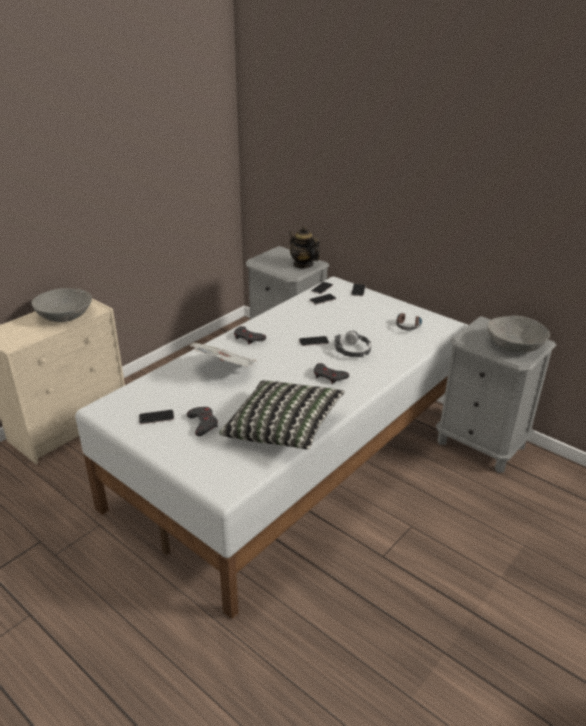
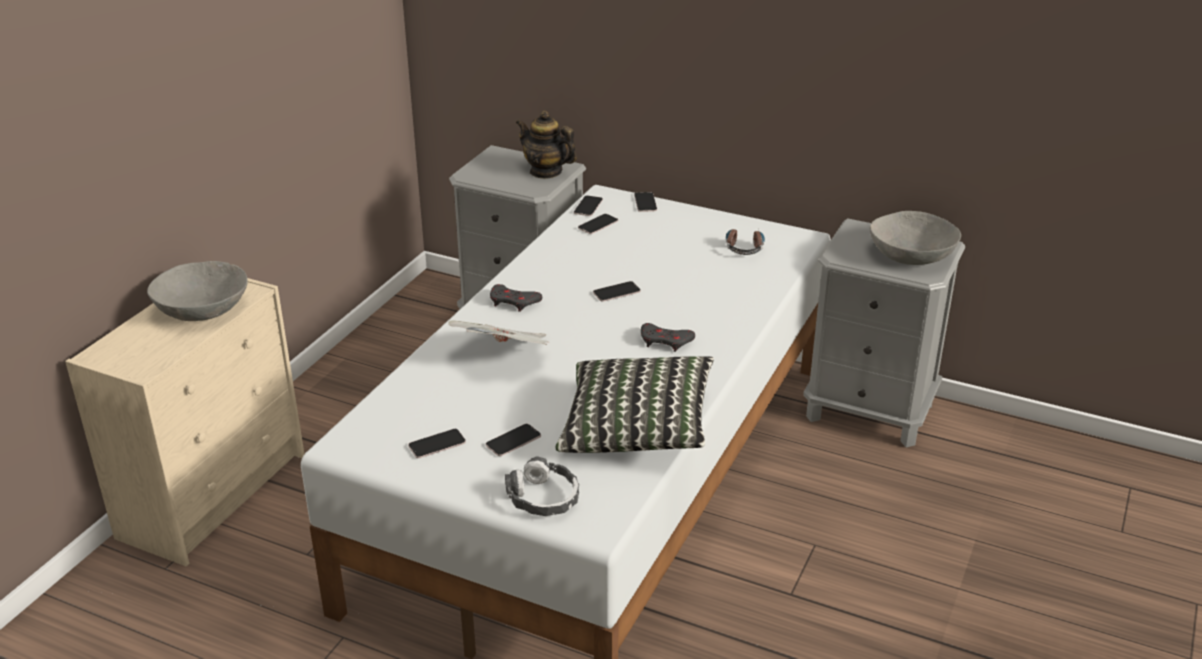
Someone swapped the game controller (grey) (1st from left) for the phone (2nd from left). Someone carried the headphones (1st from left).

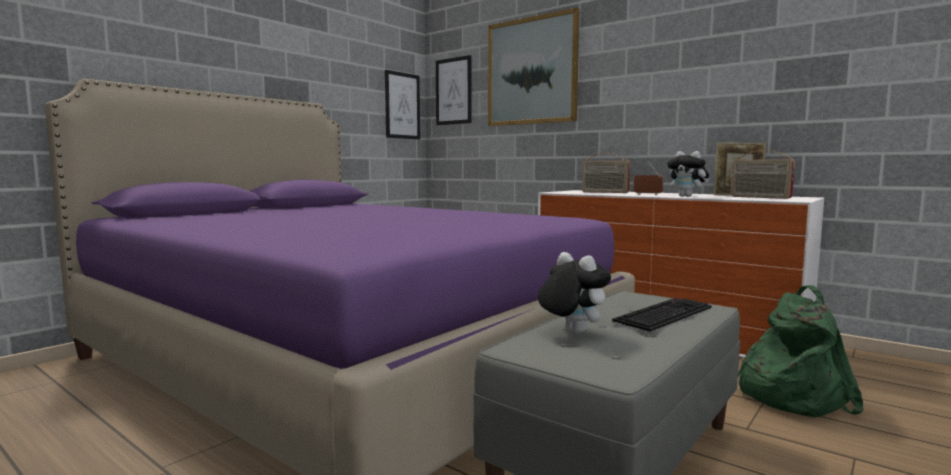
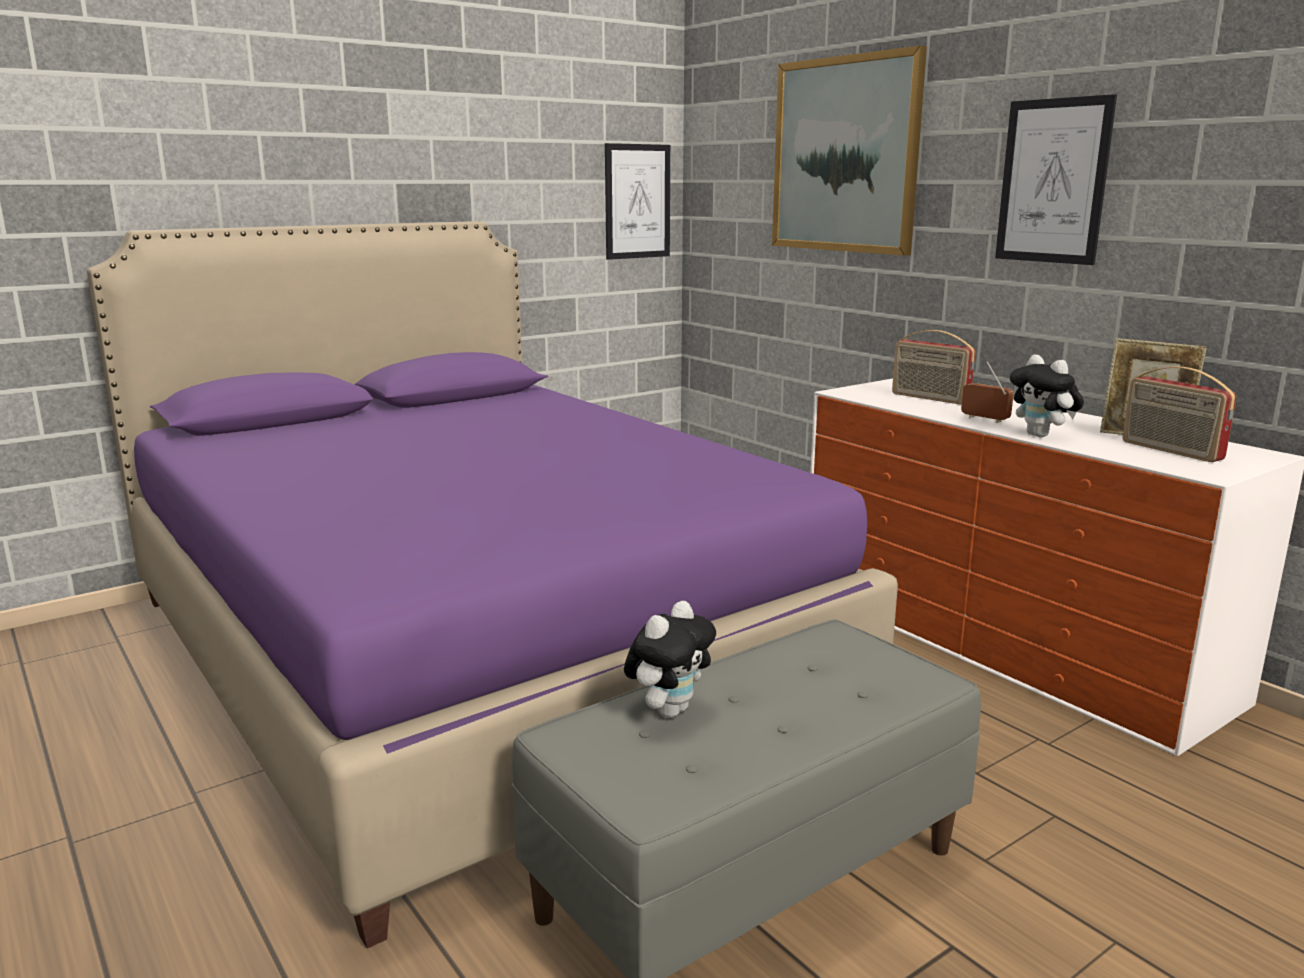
Someone rotated the plush toy (1st from left) by 60 degrees clockwise. Someone carried the picture (2nd from left in the first image). Someone took away the keyboard. Someone took away the backpack (green).

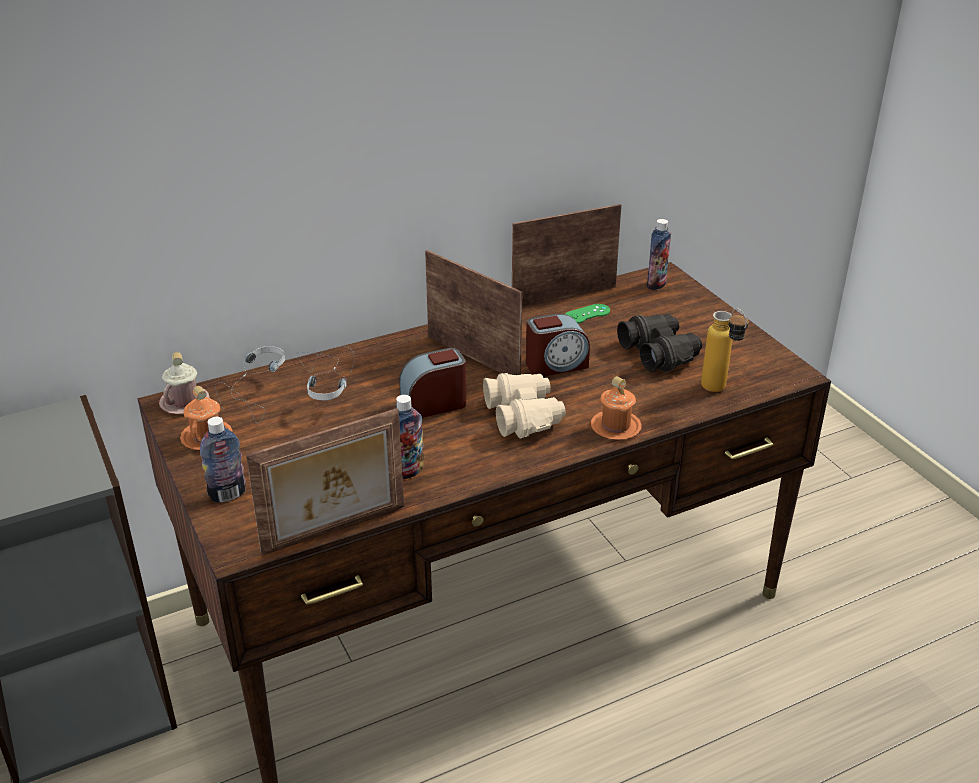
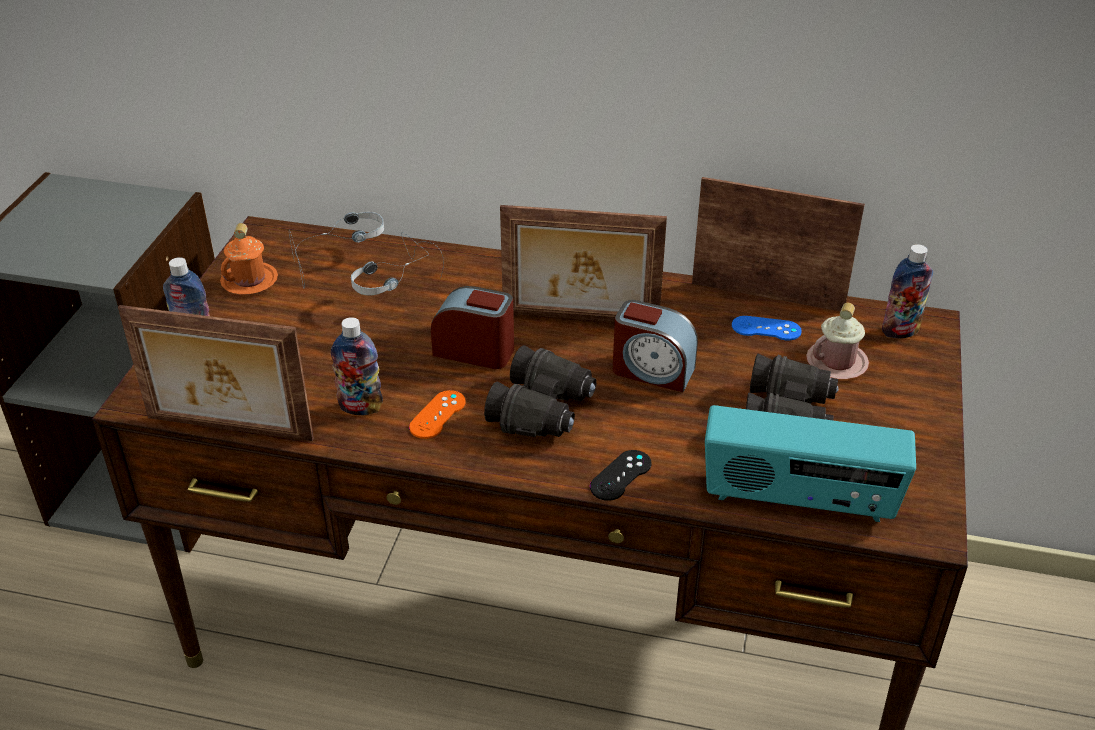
Someone put down the game controller (orange). Someone repainted the binoculars (beige), which became the binoculars (black) (1st from left). Someone rotated the picture frame (2nd from left) by 105 degrees clockwise. Someone swapped the mug (orange) (2nd from left) for the game controller (black). Someone swapped the bottle (4th from left) for the radio. Someone repainted the game controller (green), which became the game controller (blue). Someone carried the mug (pink).

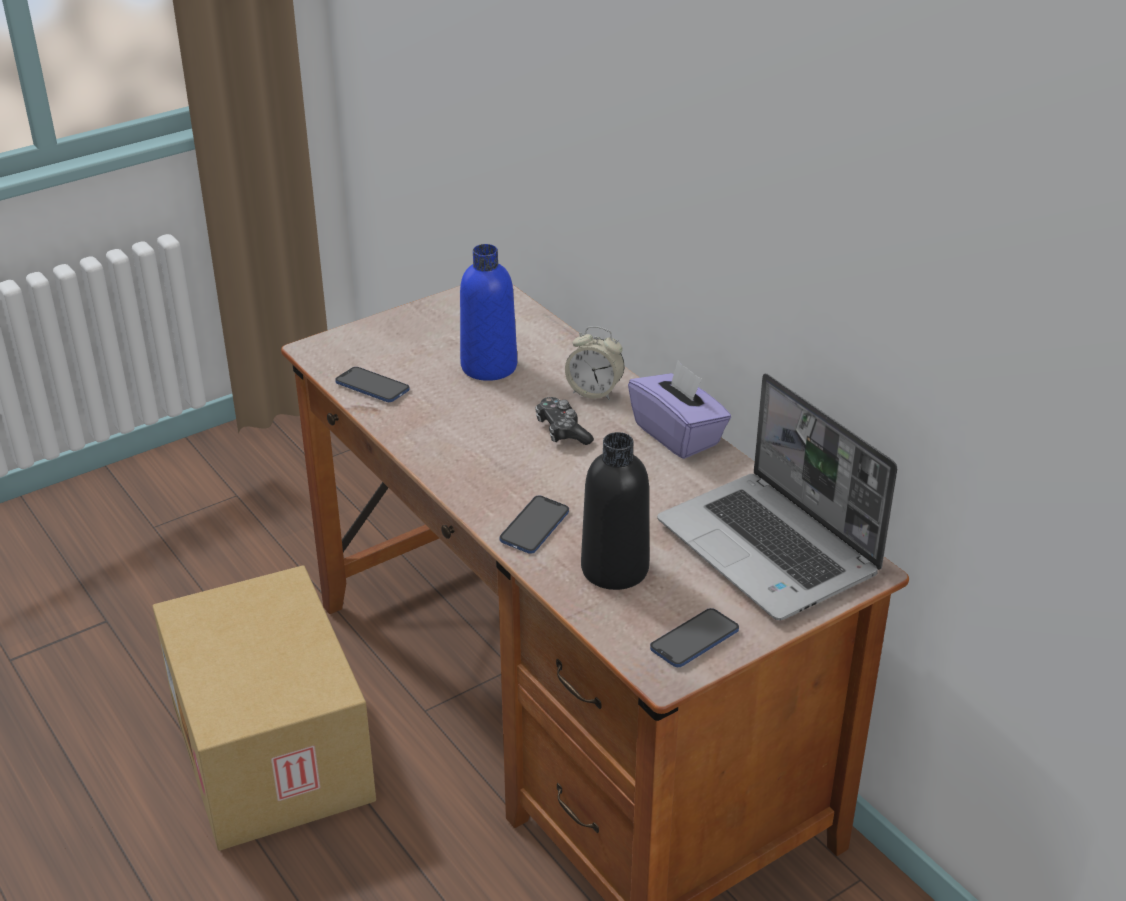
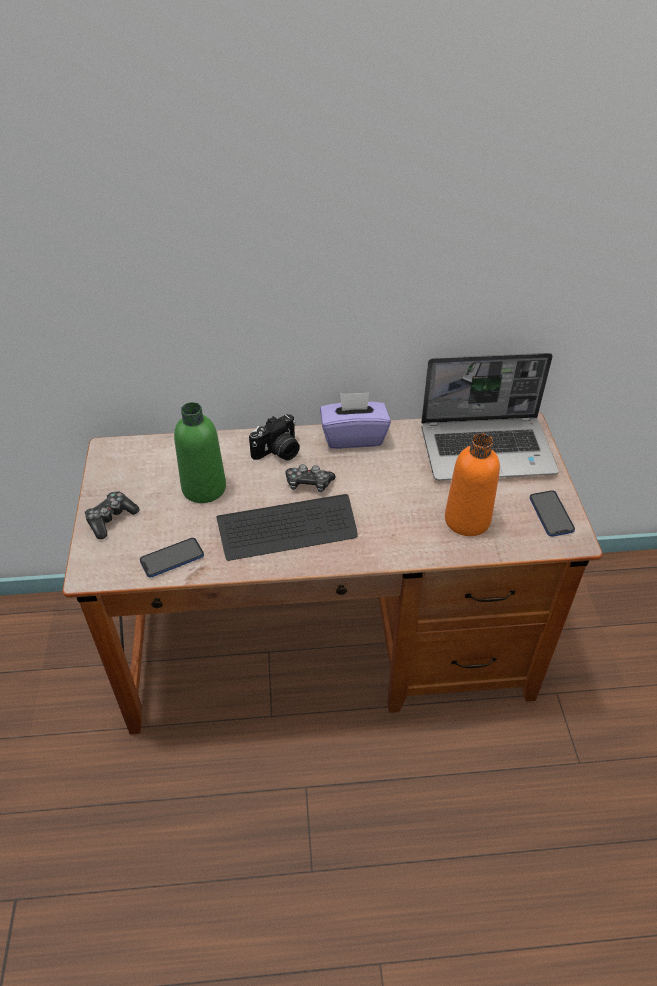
Someone put down the game controller (1st from left). Someone repainted the bottle (blue), which became the bottle (green). Someone put down the keyboard. Someone swapped the alarm clock for the photo camera. Someone repainted the bottle (black), which became the bottle (orange). Someone took away the cardboard box. Someone took away the phone (2nd from left).

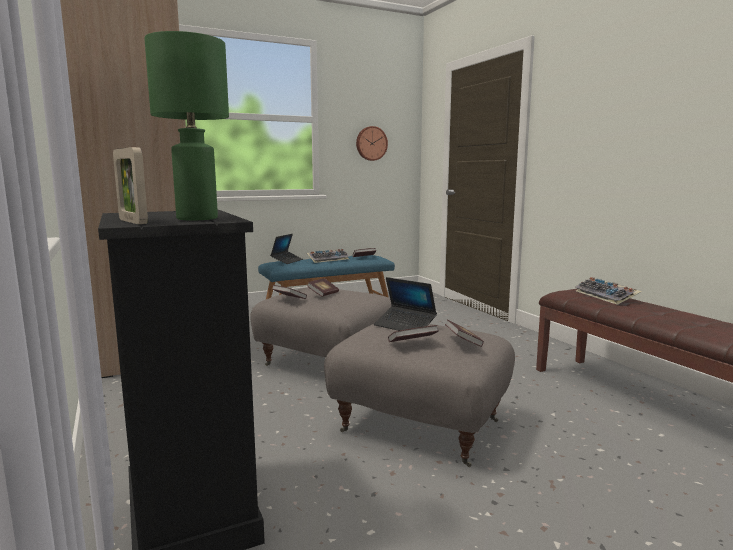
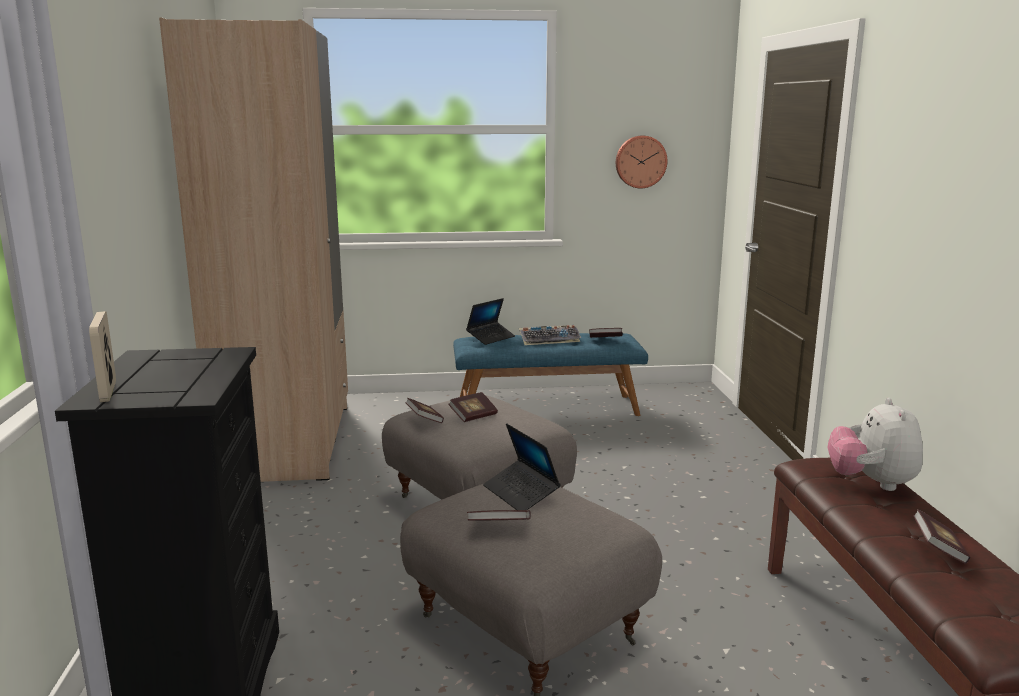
Someone swapped the keyboard (2nd from left) for the plush toy. Someone carried the book (5th from left). Someone took away the table lamp (green).

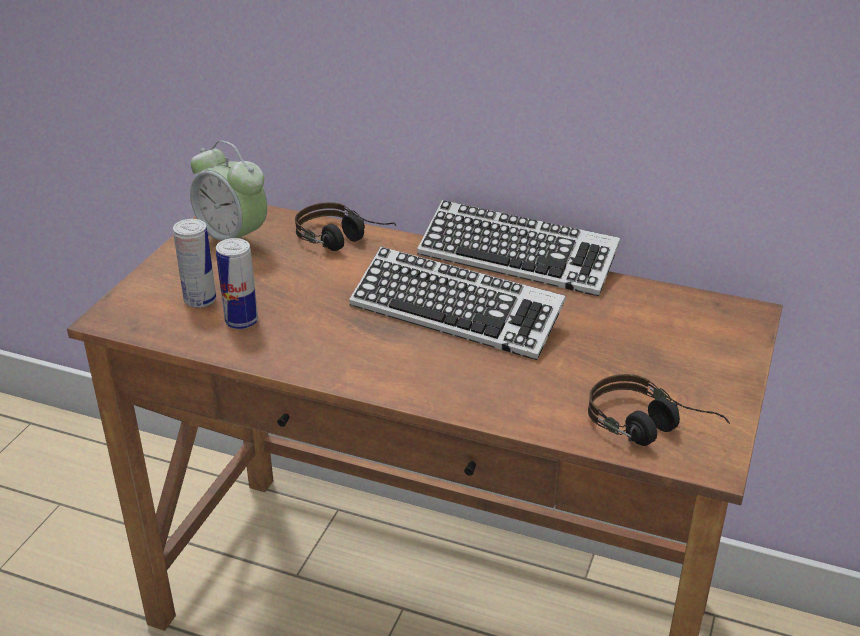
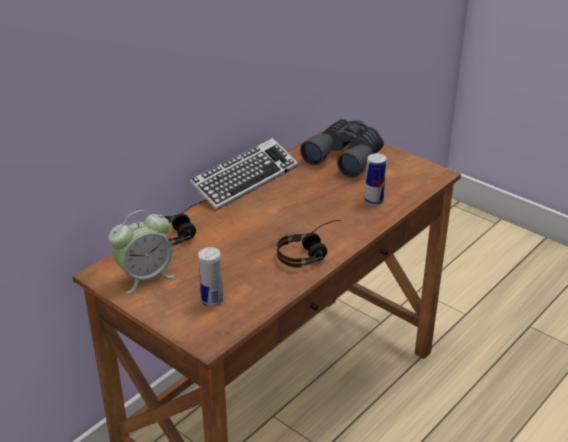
Someone carried the headphones (2nd from left). Someone put down the binoculars (grey). Someone carried the can (2nd from left). Someone took away the keyboard (1st from left).

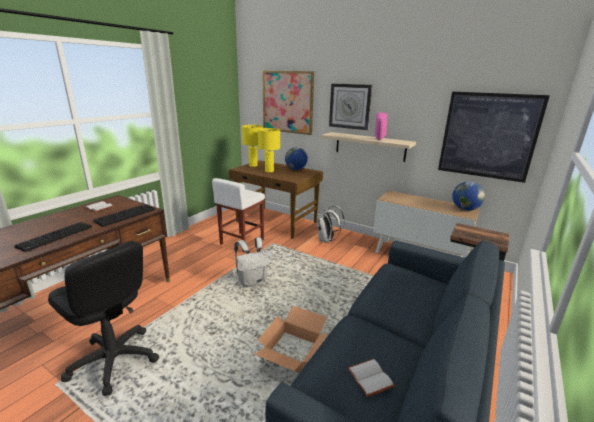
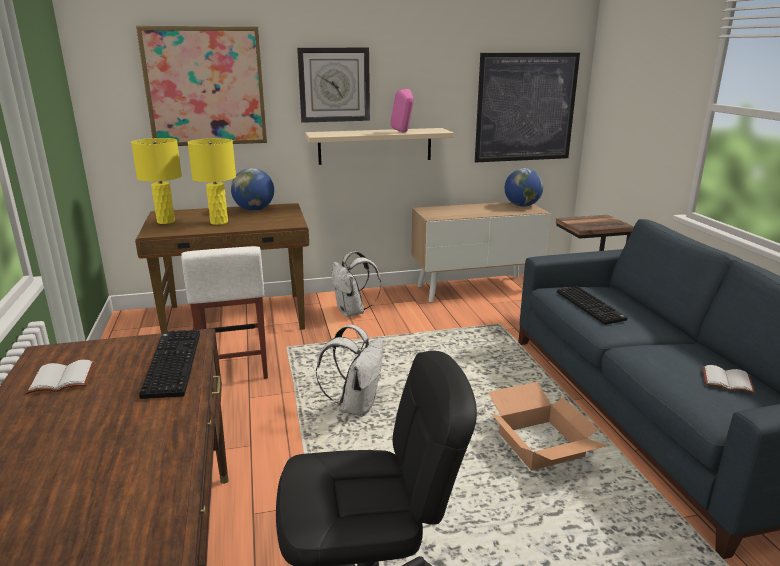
Someone carried the keyboard (1st from left in the first image).

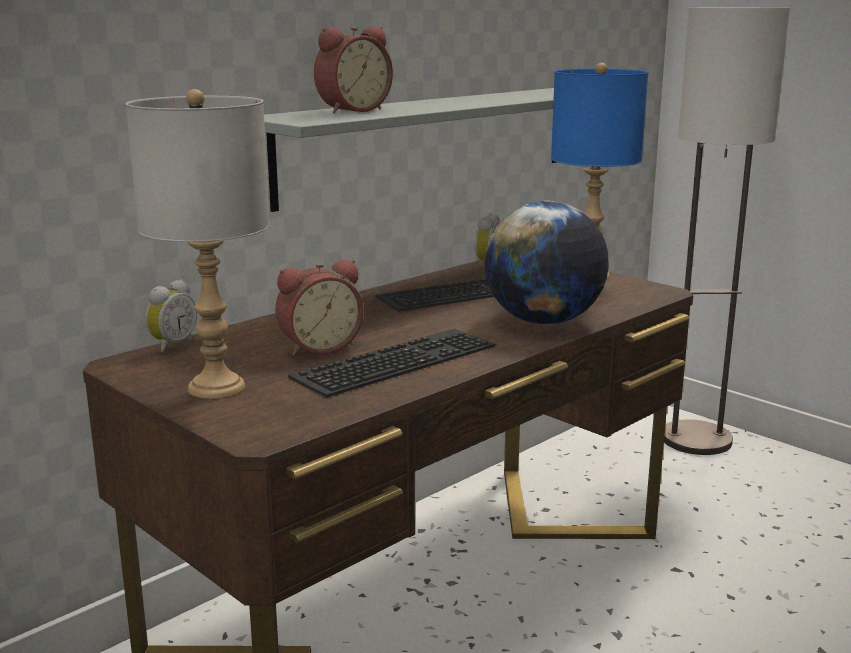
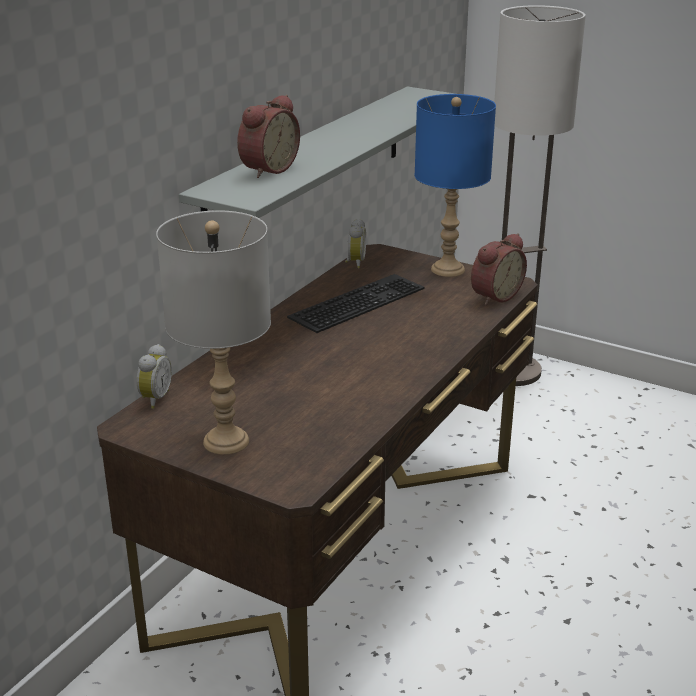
Someone carried the alarm clock (2nd from left in the first image). Someone took away the keyboard (1st from left). Someone took away the globe.

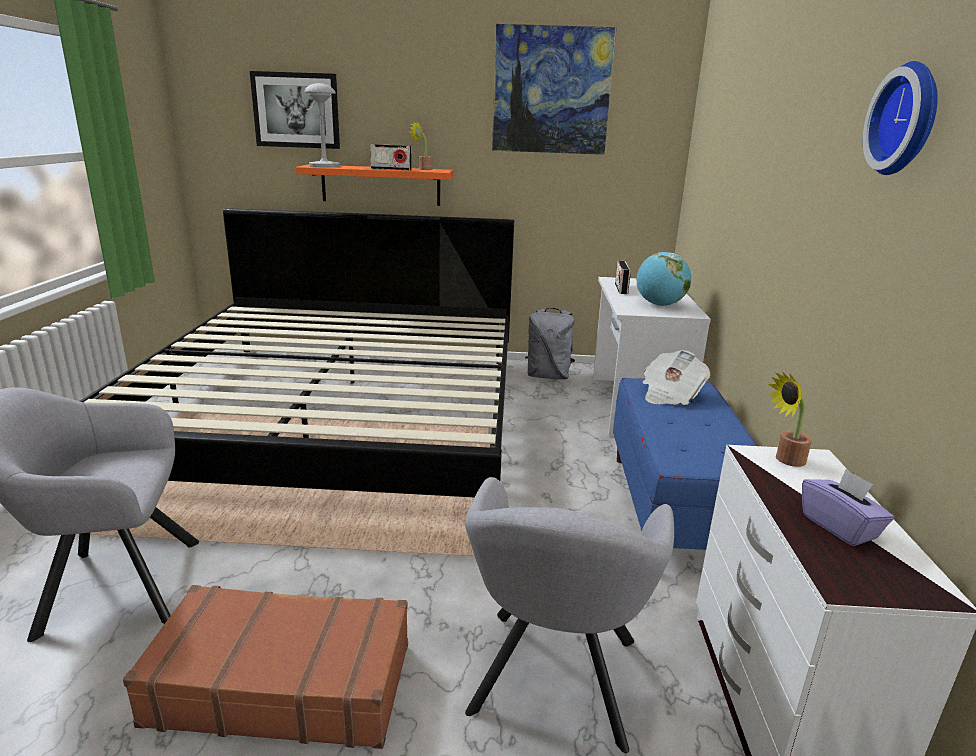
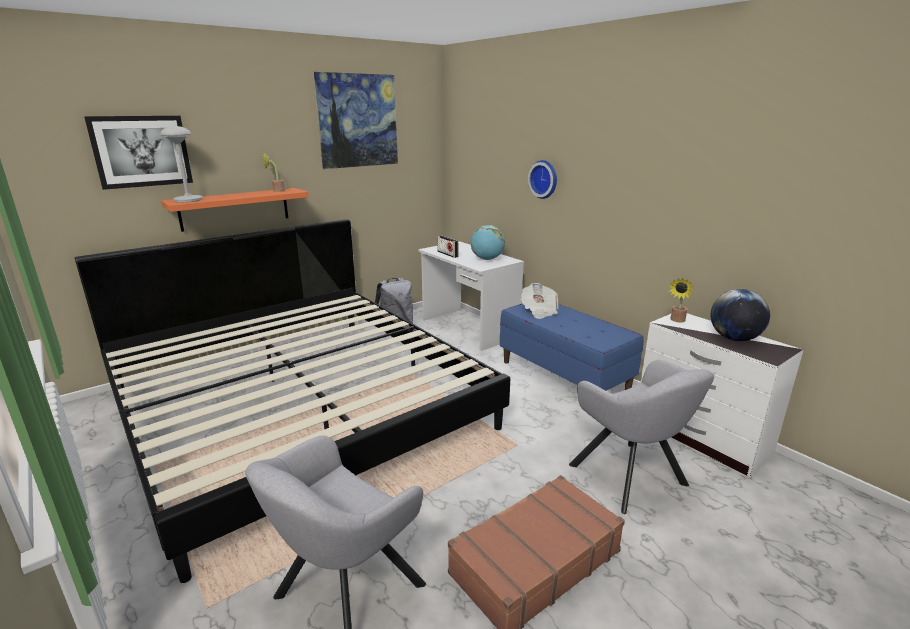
Someone carried the wall clock. Someone swapped the tissue box (purple) for the globe (2nd from left). Someone took away the radio (1st from left).

